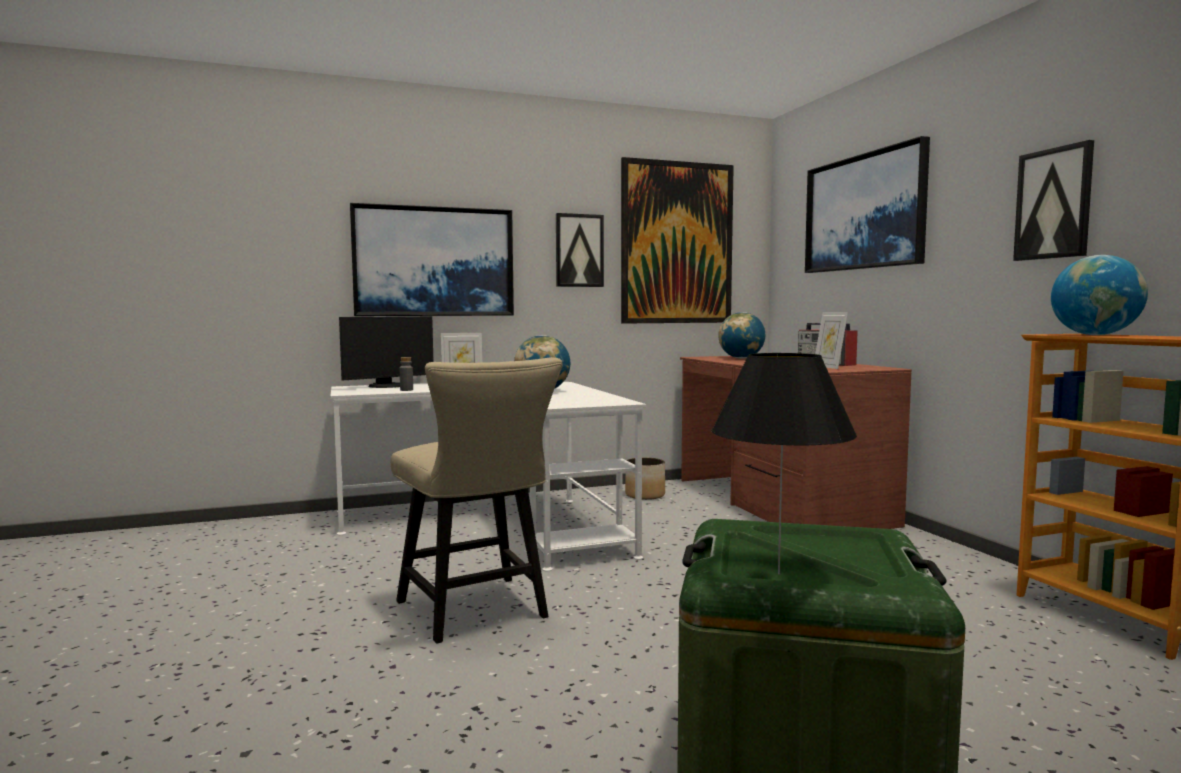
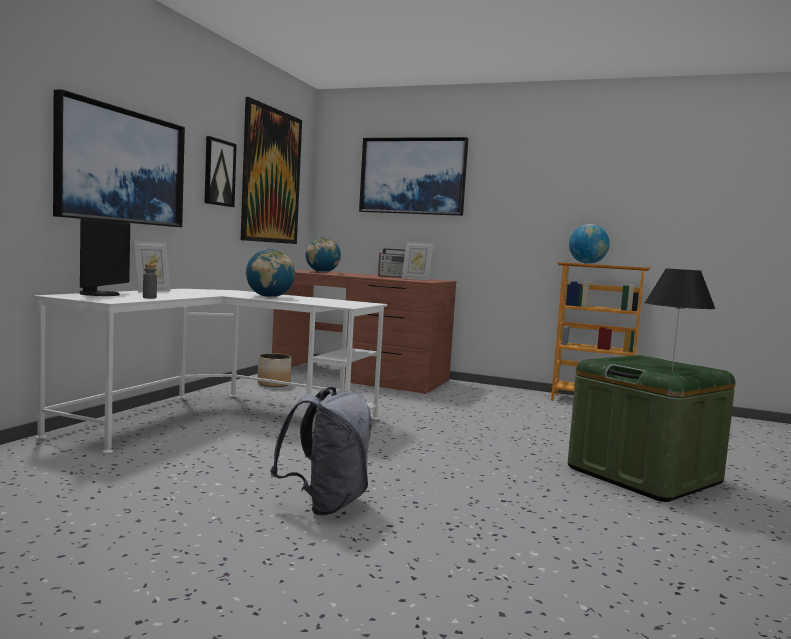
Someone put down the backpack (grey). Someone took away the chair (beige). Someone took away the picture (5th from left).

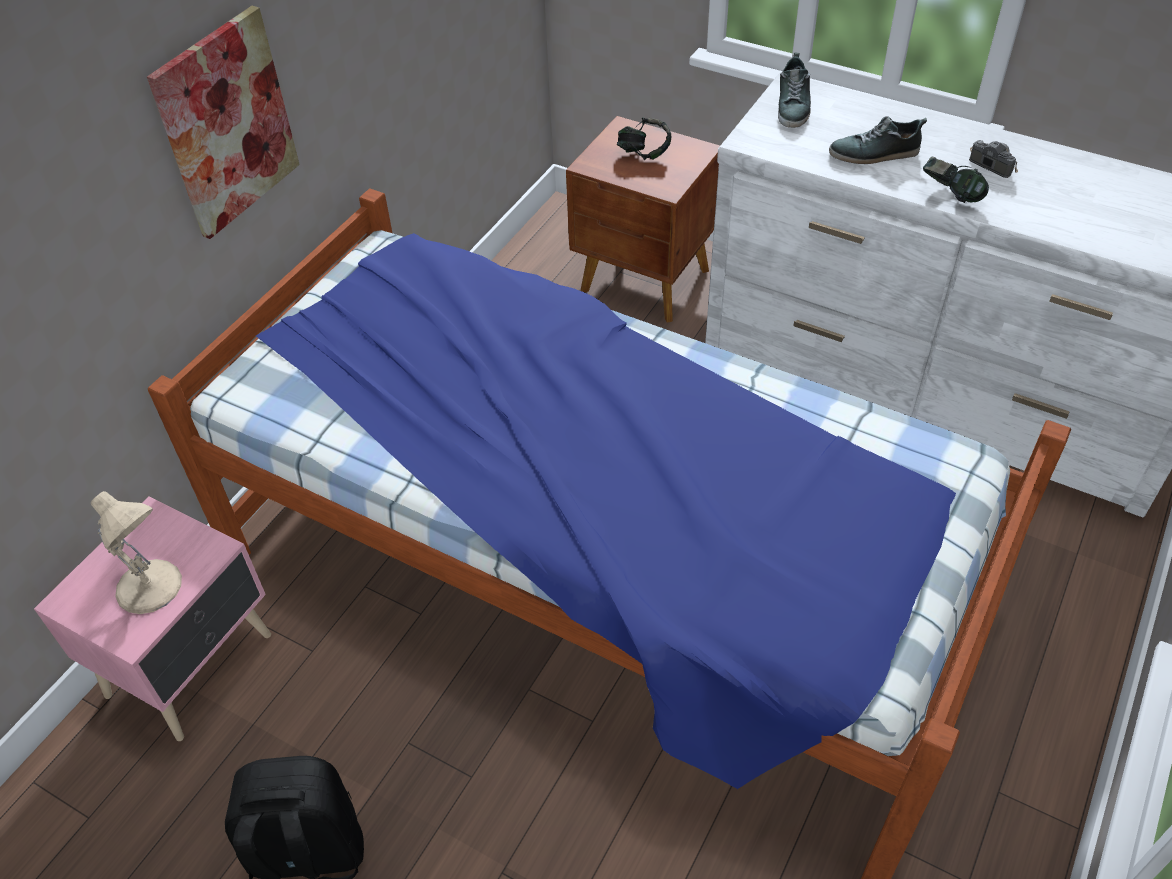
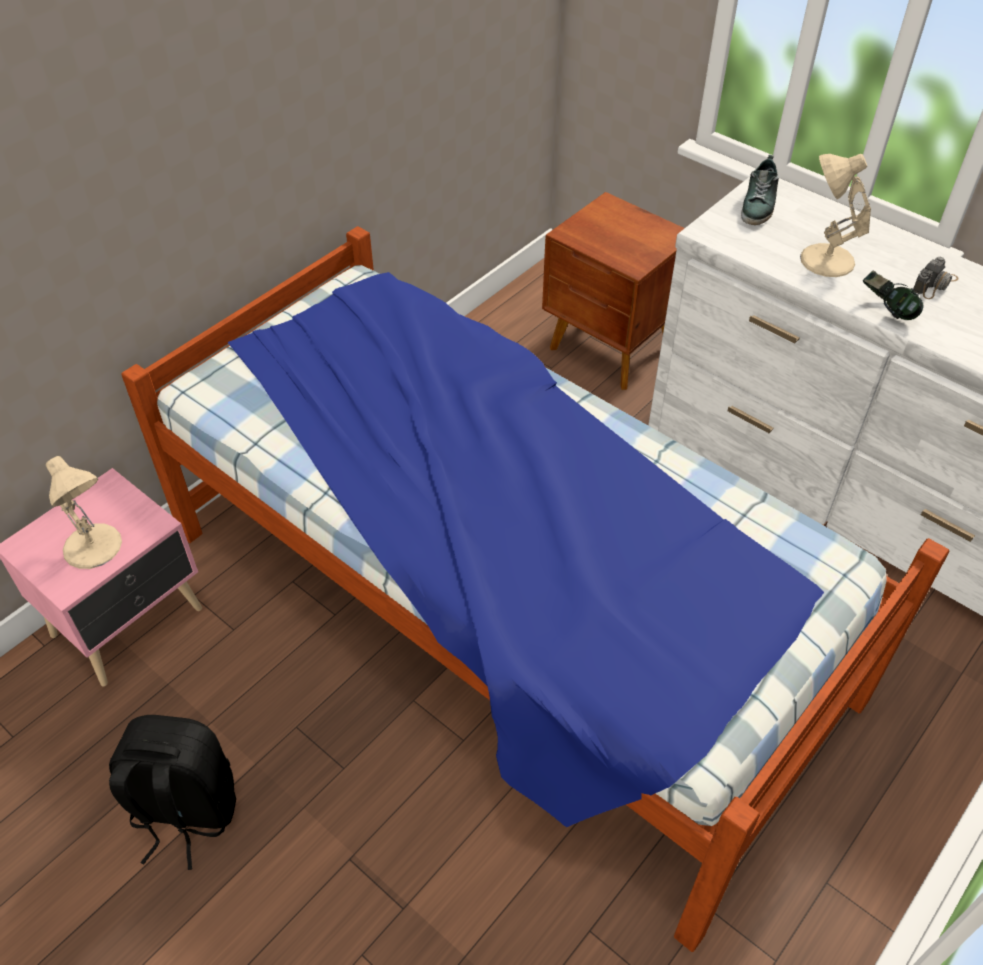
Someone swapped the shoe (2nd from left) for the table lamp (beige) (2nd from left). Someone rotated the photo camera by 75 degrees clockwise. Someone took away the picture. Someone took away the headphones (1st from left).

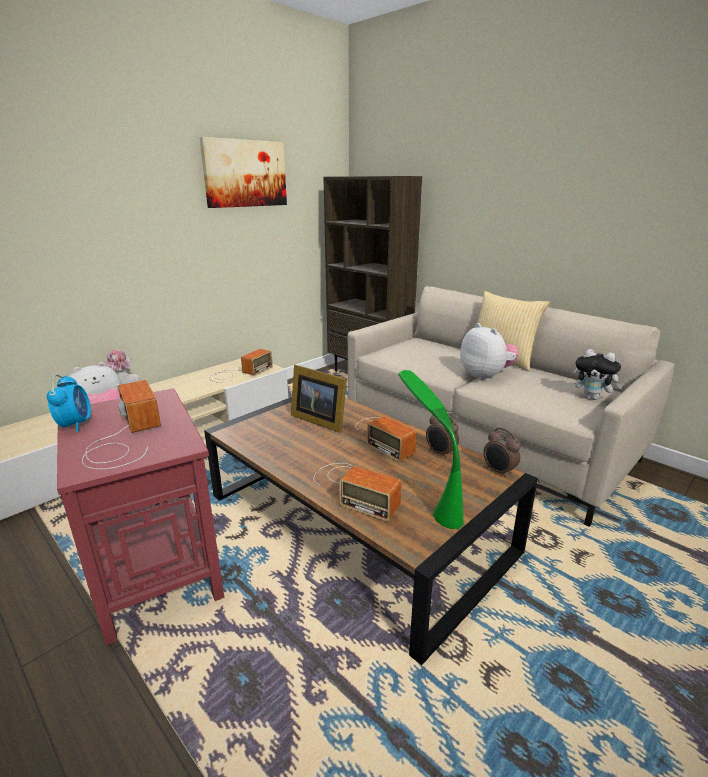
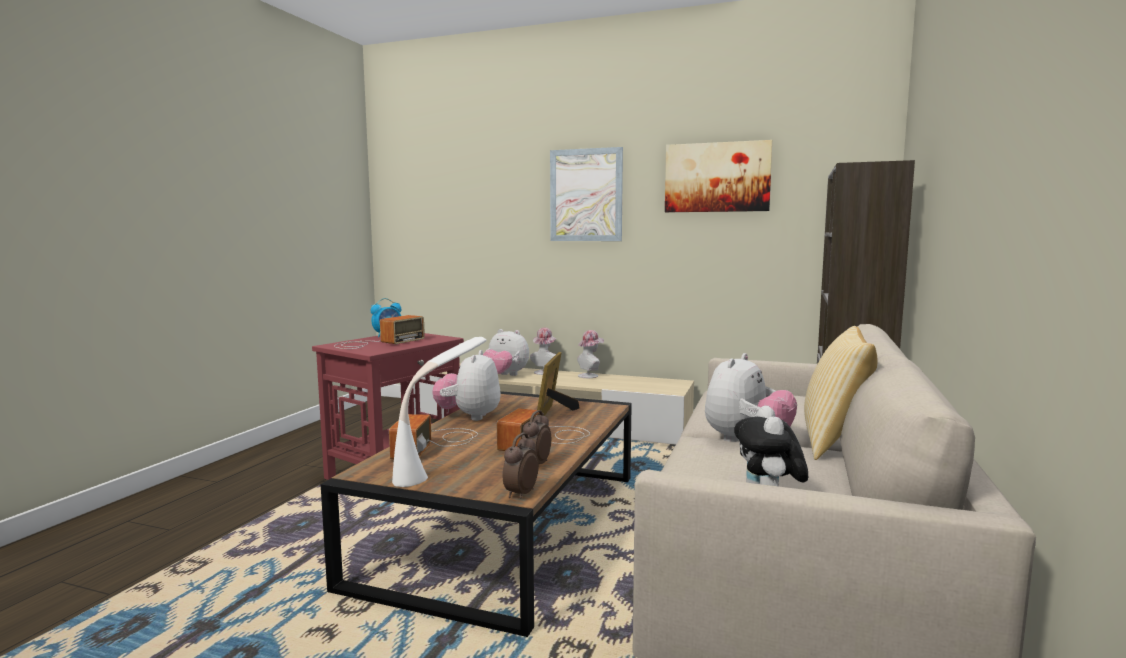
Someone repainted the table lamp (green), which became the table lamp (white). Someone put down the plush toy (1st from left). Someone put up the picture (1st from left). Someone put down the hat (2nd from left). Someone took away the radio (2nd from left).

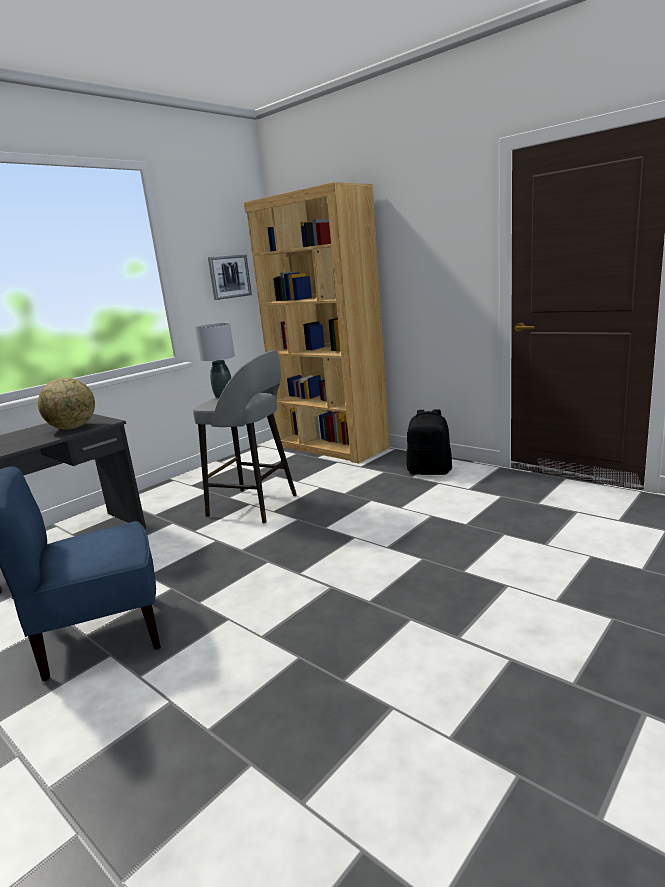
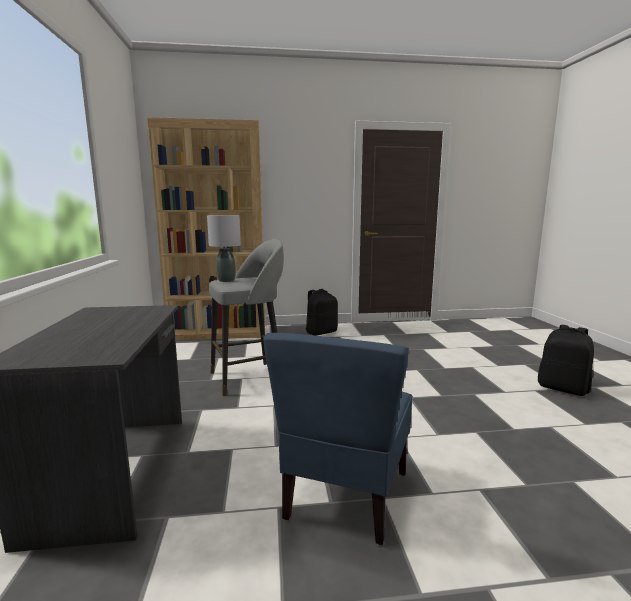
Someone put down the backpack (black) (2nd from left). Someone took away the globe. Someone took away the picture.

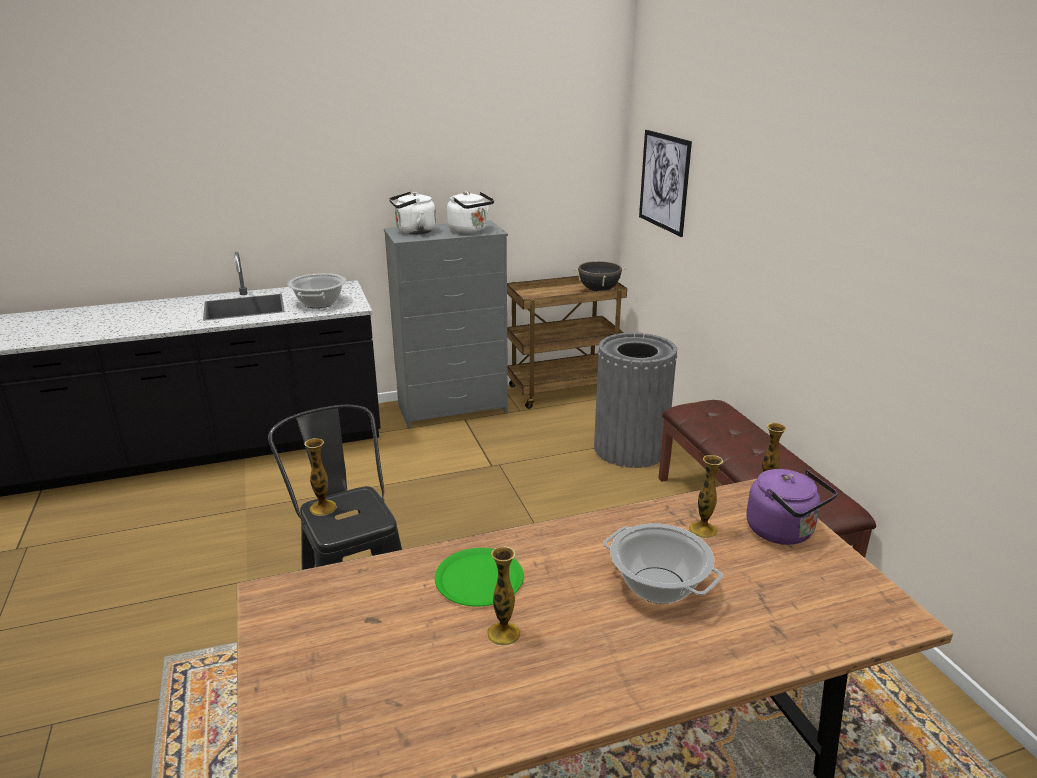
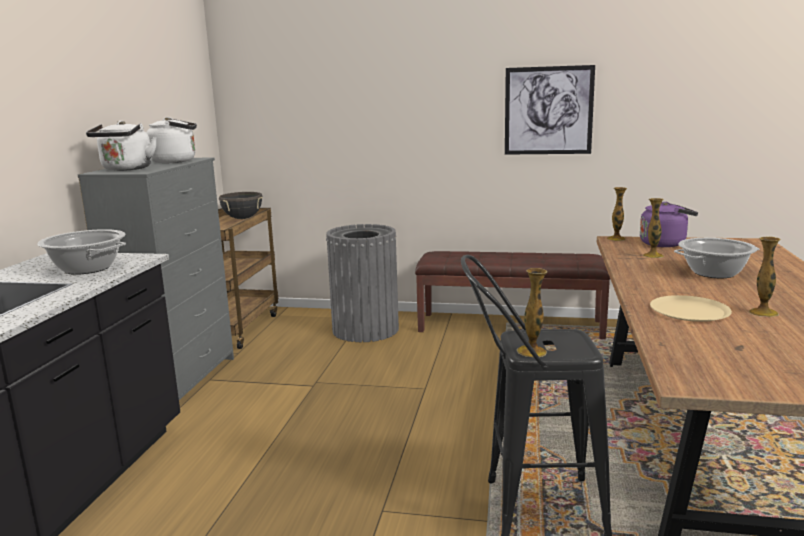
Someone carried the picture. Someone repainted the plate (green), which became the plate (beige).

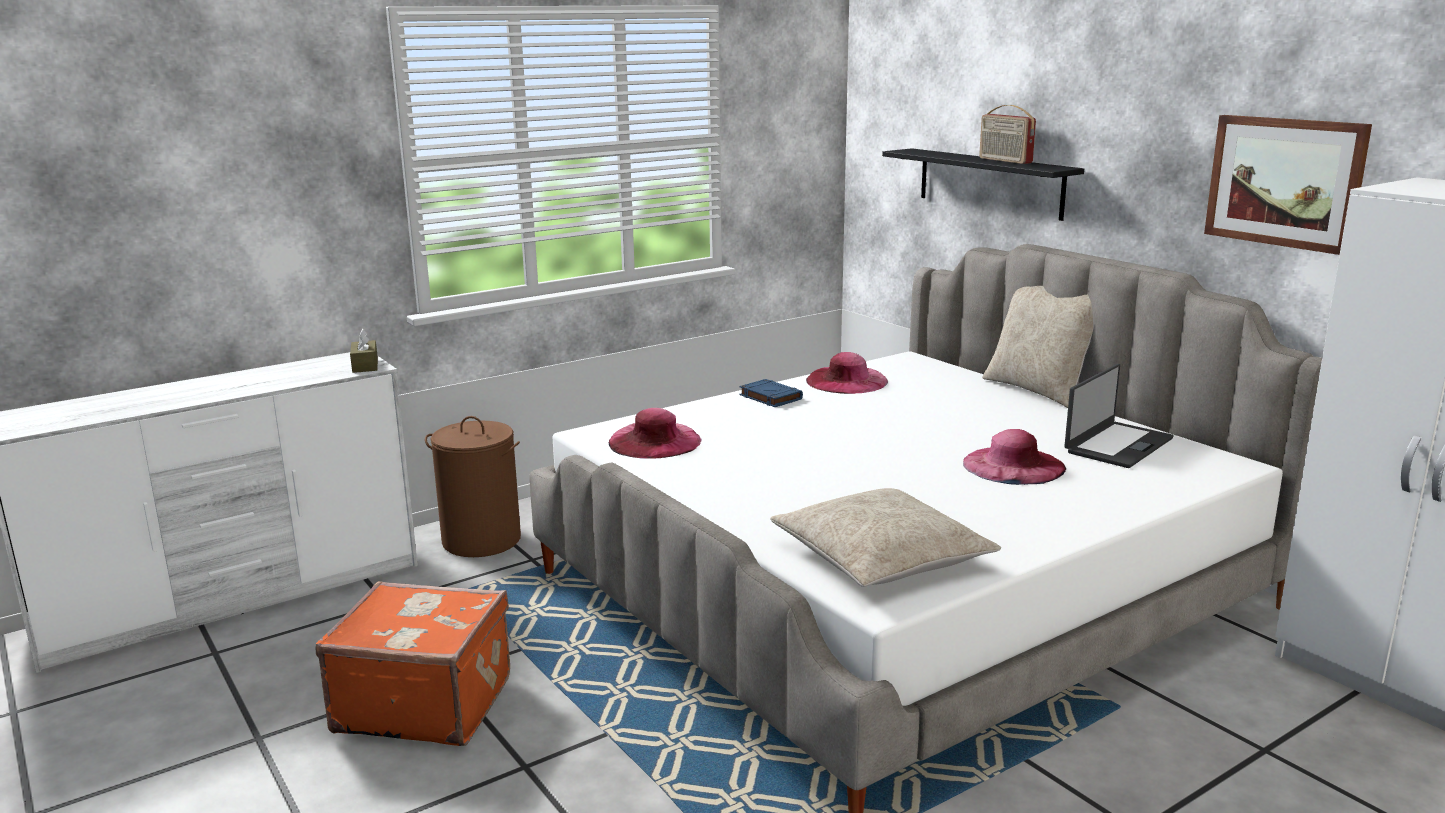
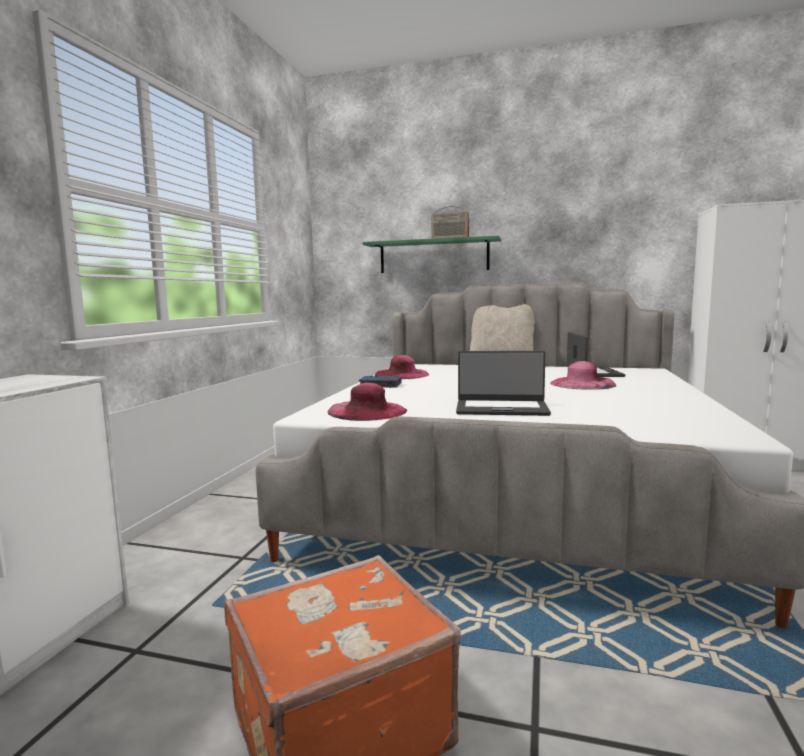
Someone repainted the shelf (black), which became the shelf (green). Someone put down the laptop (1st from left). Someone took away the tissue box (brown). Someone took away the laundry basket (brown). Someone took away the pillow (beige) (1st from left). Someone took away the picture.

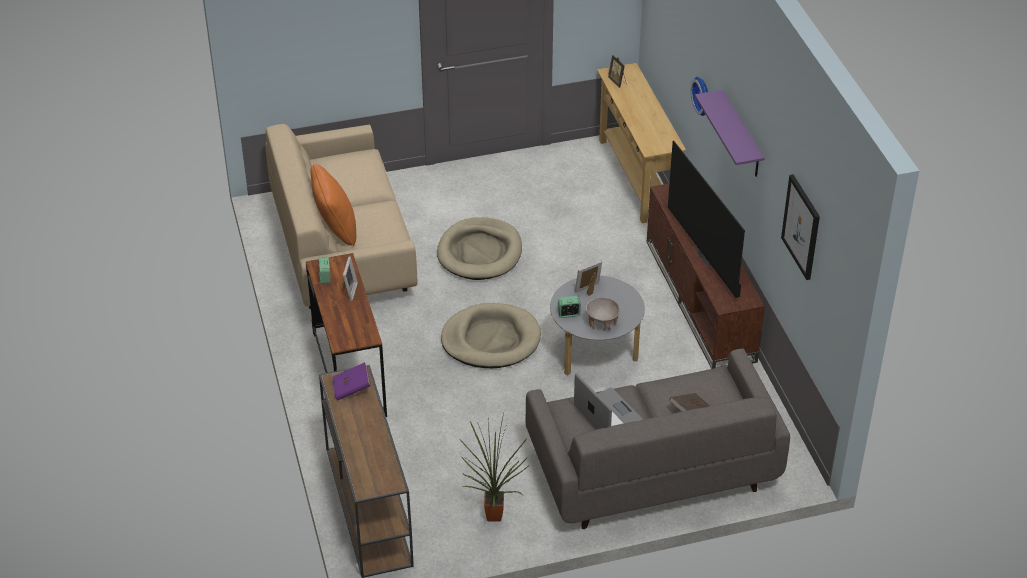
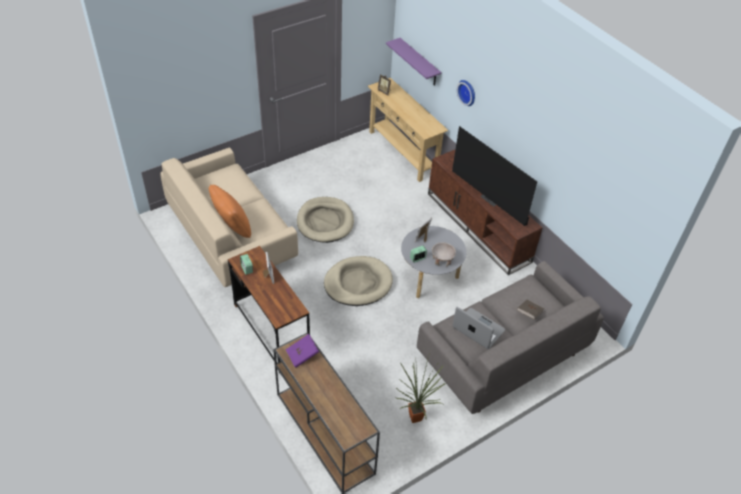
Someone carried the shelf (purple). Someone took away the picture.

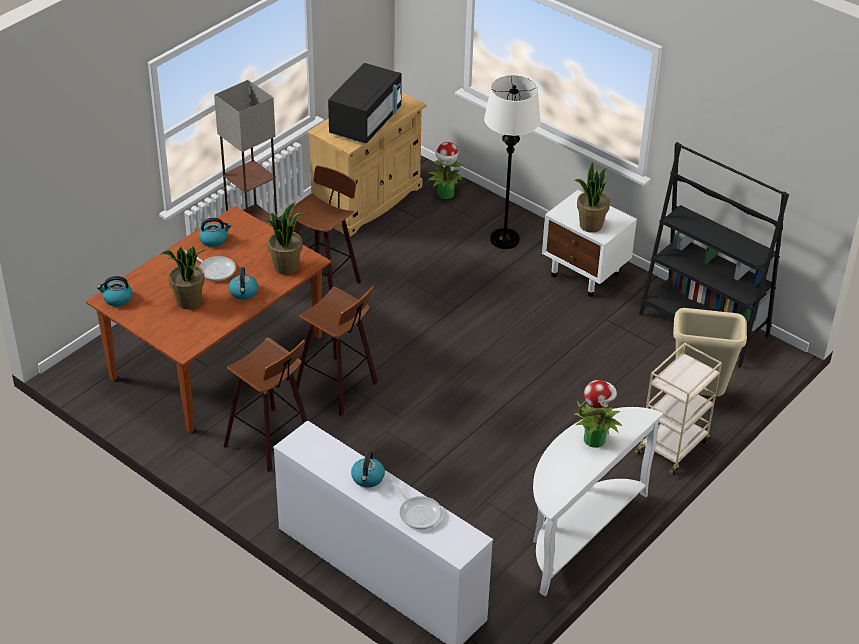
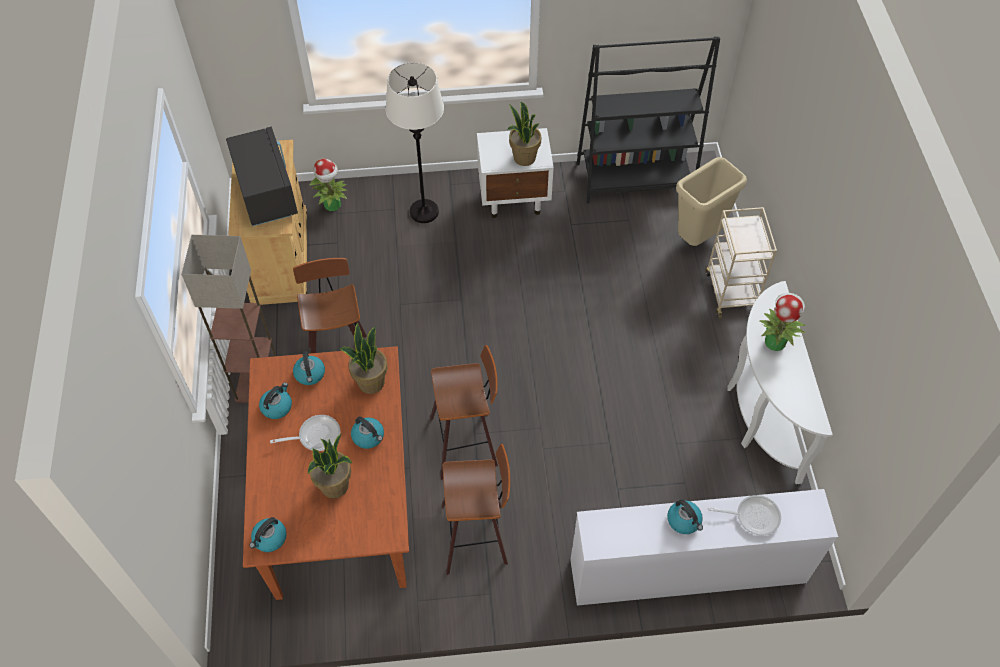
Someone put down the kettle (3rd from left).

